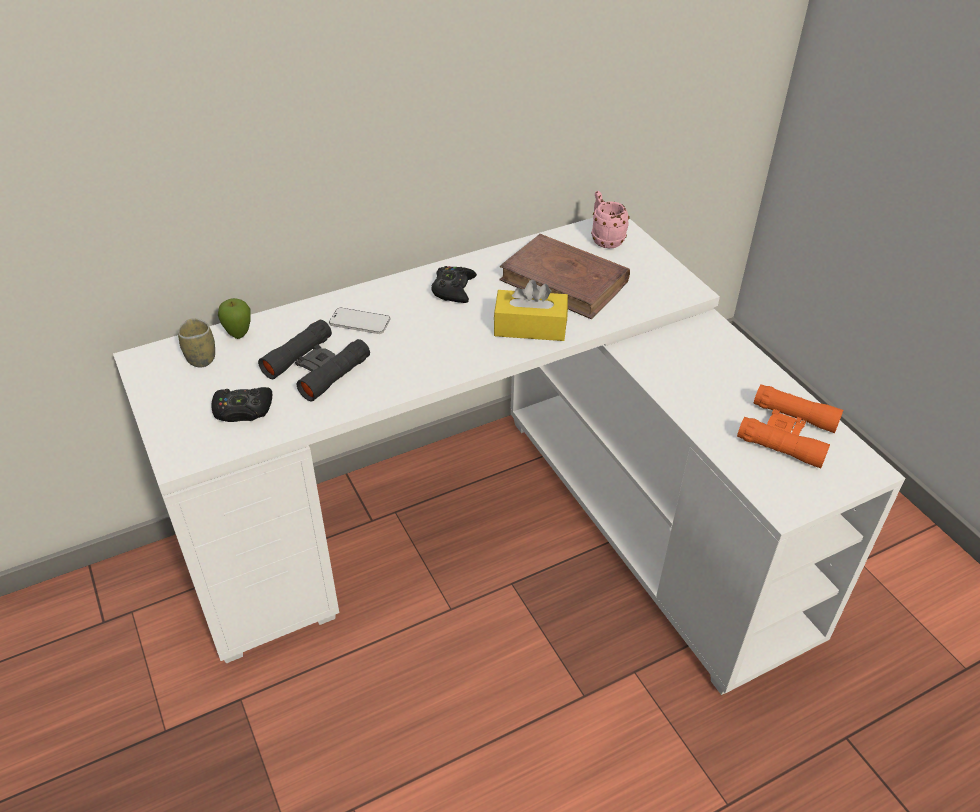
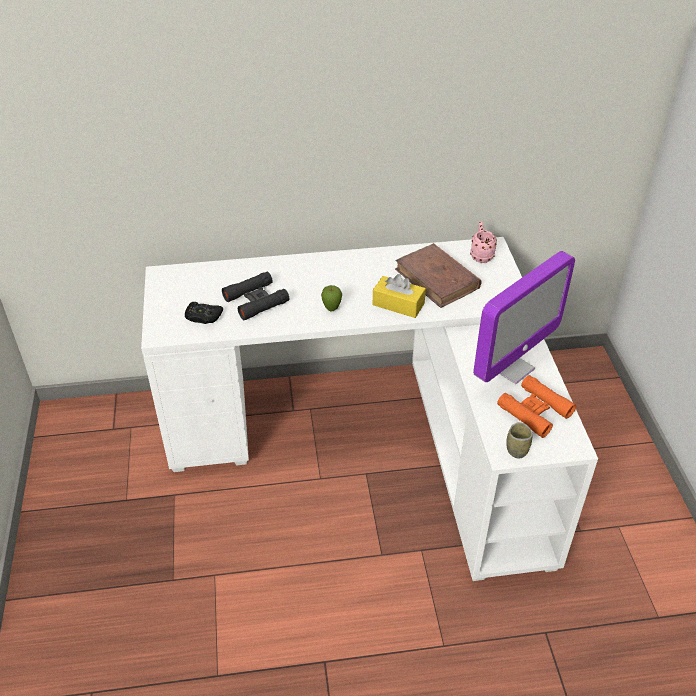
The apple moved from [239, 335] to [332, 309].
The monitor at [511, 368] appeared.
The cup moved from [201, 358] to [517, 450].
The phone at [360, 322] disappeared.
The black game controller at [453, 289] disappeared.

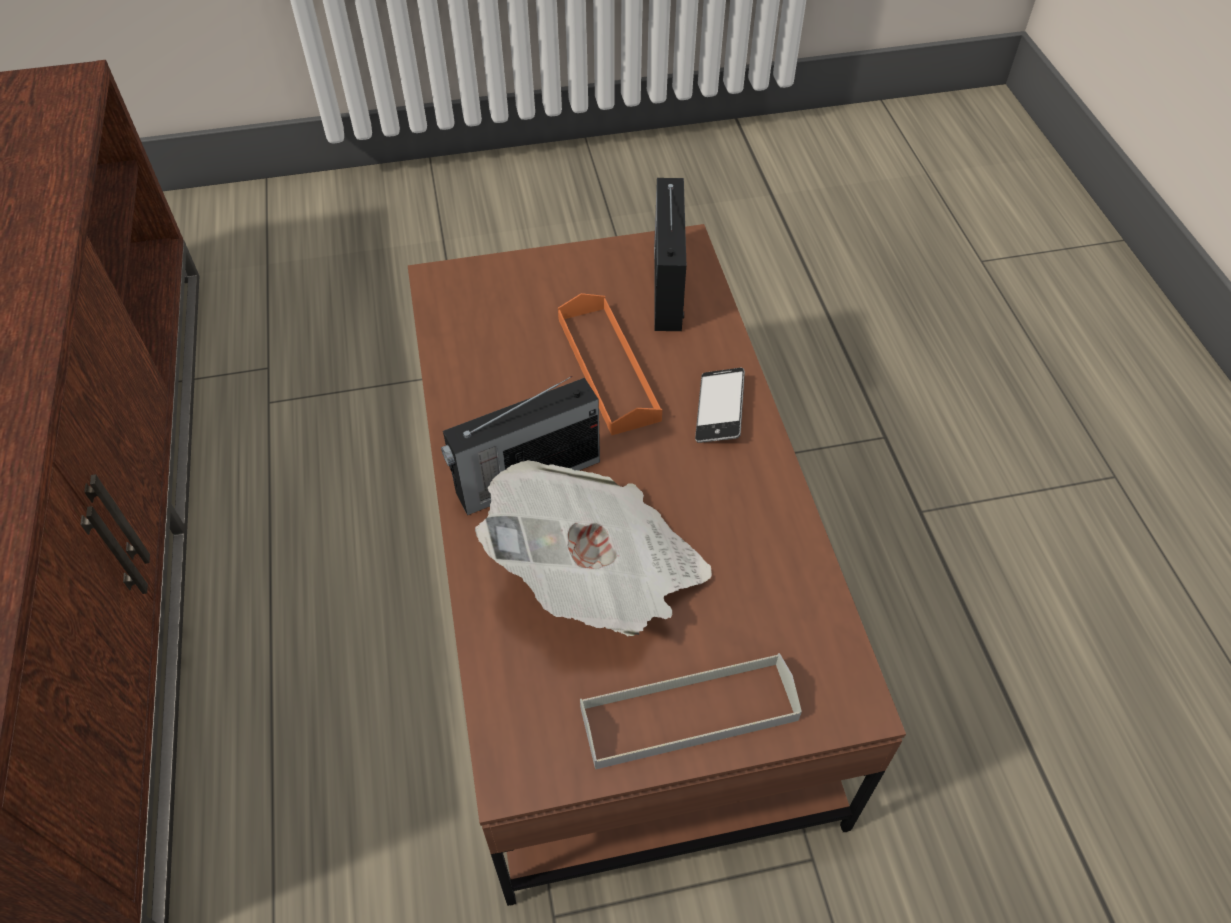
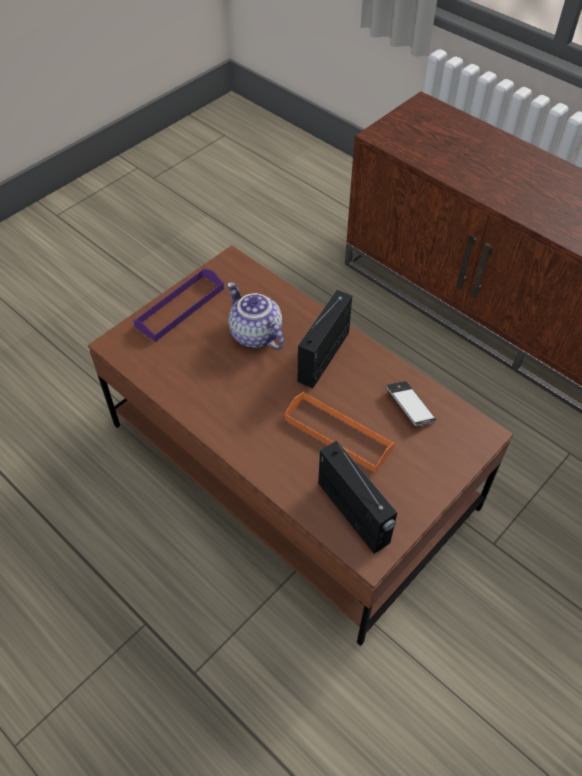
The grey tray at [689, 714] became the purple tray at [180, 307].
The newspaper at [600, 575] was replaced by the teapot at [254, 335].
The phone moved from [719, 410] to [409, 406].

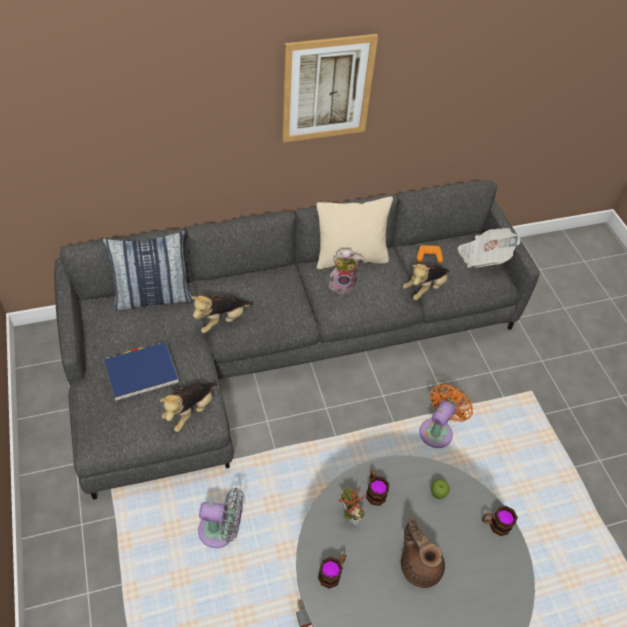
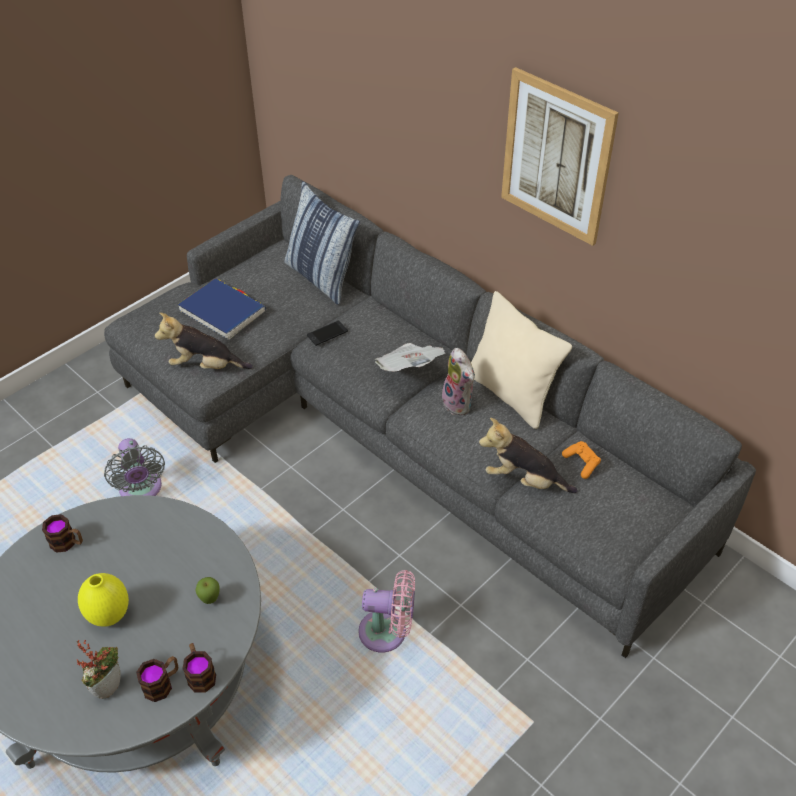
The potted plant moved from [348, 517] to [108, 685].
The brown teapot at [419, 565] was replaced by the yellow vase at [110, 616].
The mug moved from [374, 491] to [162, 684].
The plush toy at [222, 320] was replaced by the phone at [327, 333].
The orange fan at [437, 430] became the pink fan at [388, 632].
The newspaper moved from [483, 257] to [409, 370].

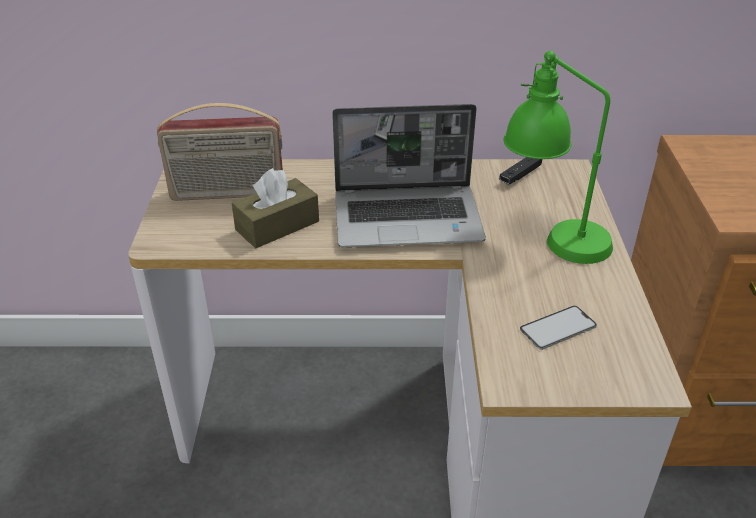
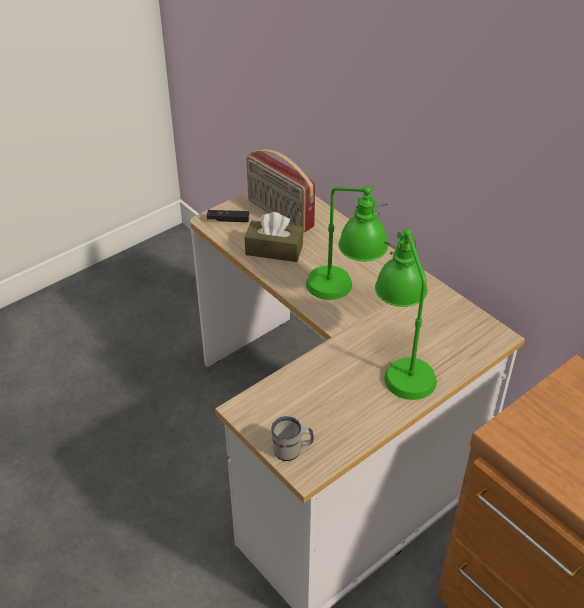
The black game controller moved from [520, 175] to [228, 220].
The white mug at [292, 450] appeared.
The laptop at [409, 218] was replaced by the green table lamp at [344, 294].
The phone at [558, 328] disappeared.

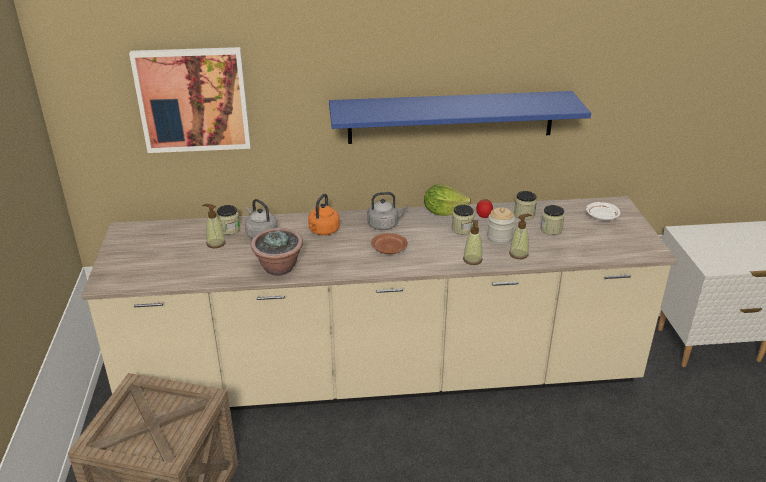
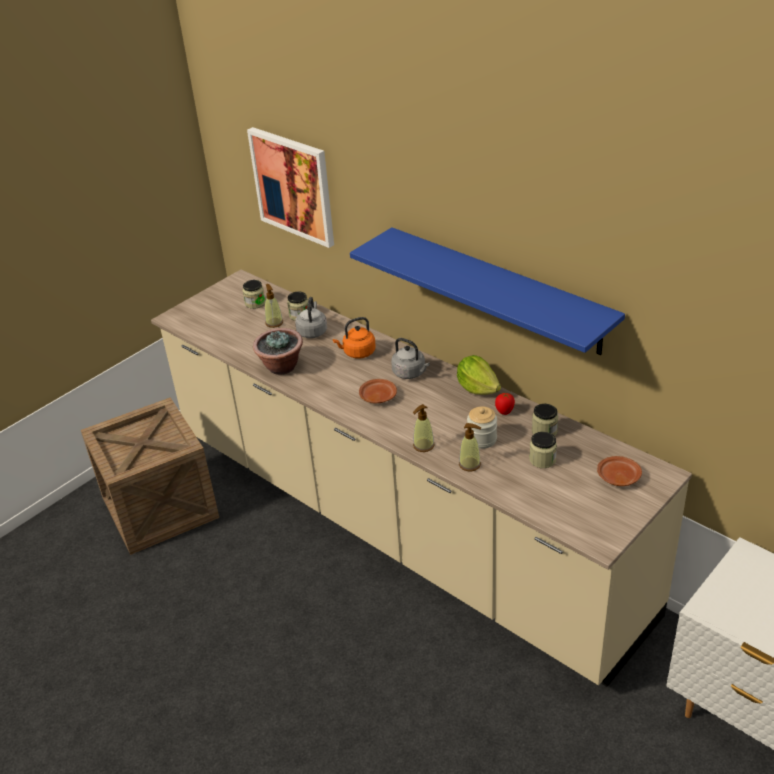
The jar moved from [462, 229] to [255, 303].
The white plate at [601, 216] became the brown plate at [618, 477].

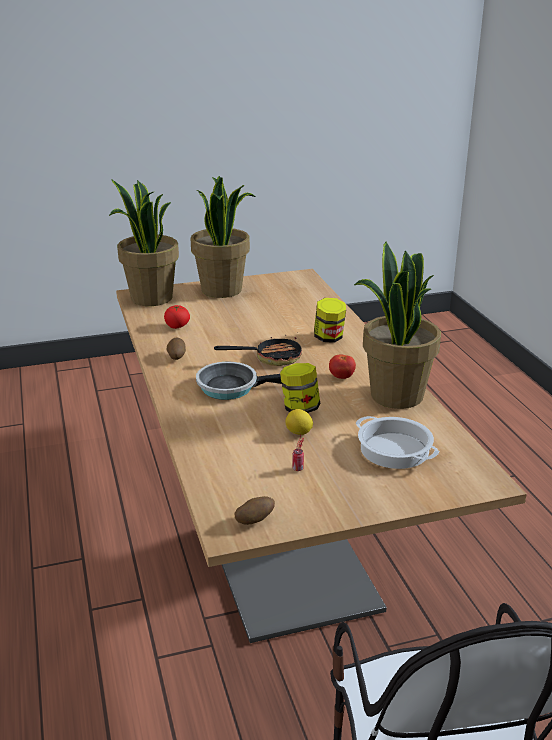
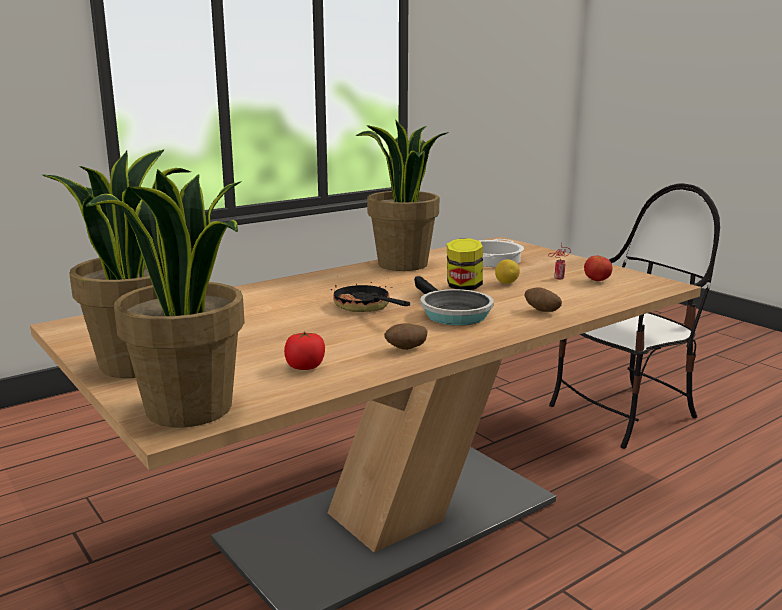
The potato moved from [254, 520] to [541, 311].
The tomato moved from [341, 377] to [597, 280].
The jar at [329, 338] disappeared.

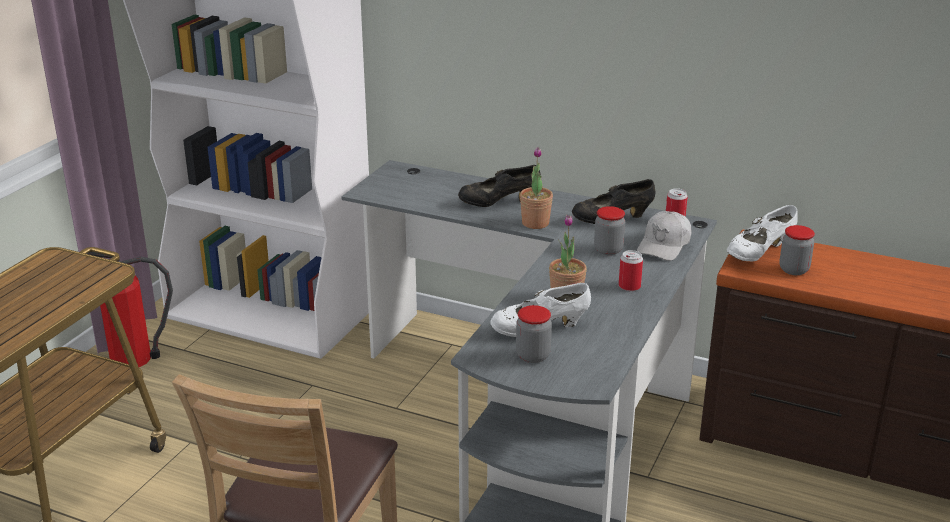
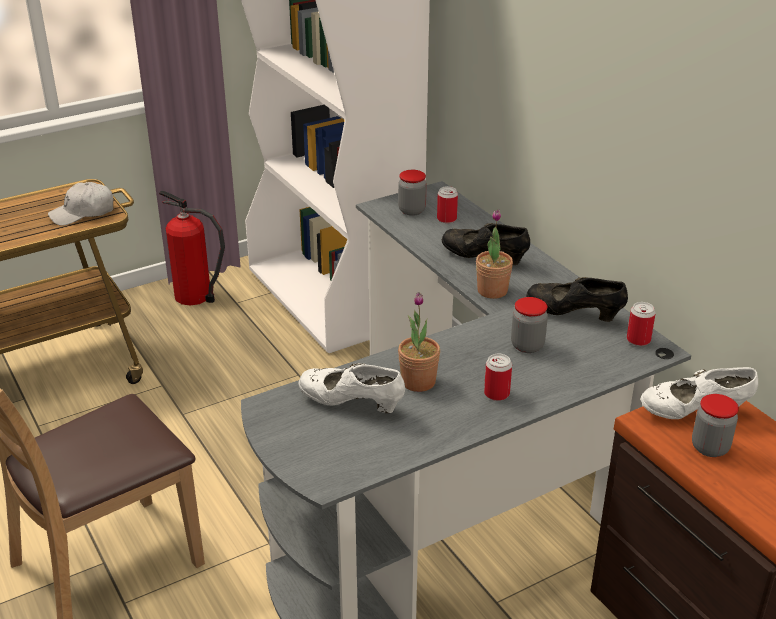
The white cap moved from [664, 245] to [83, 213].
The jar moved from [533, 356] to [412, 210].
The can at [446, 219] appeared.

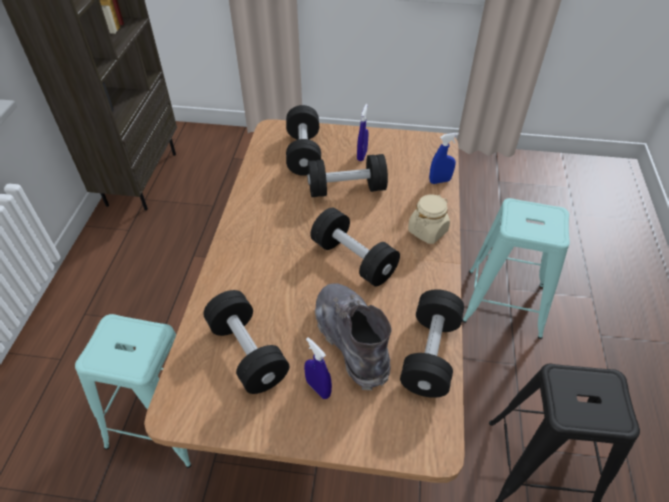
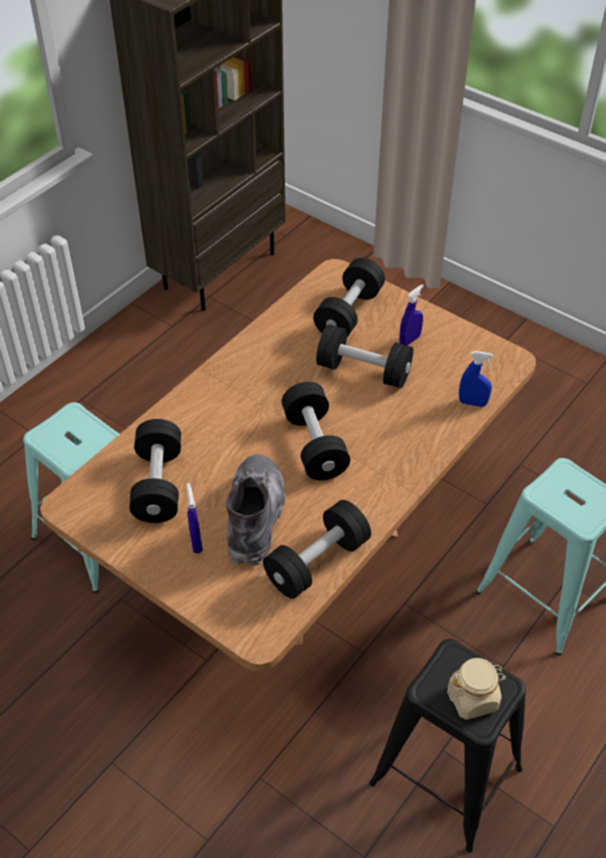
The beige jar moved from [427, 231] to [473, 698].

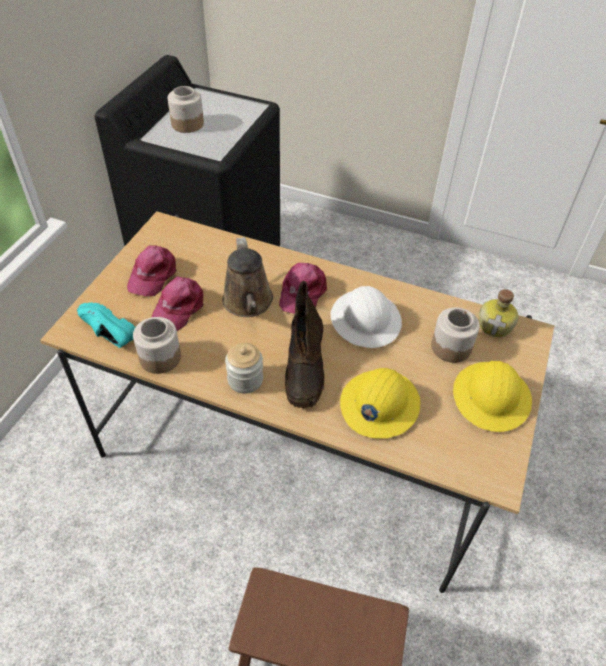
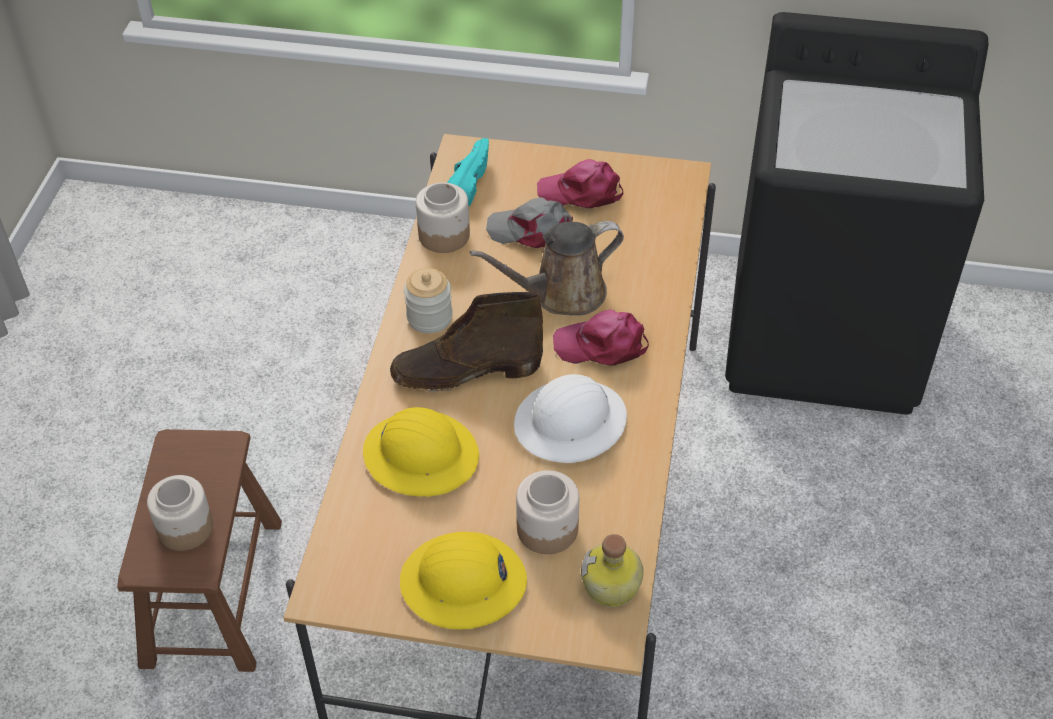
The jar moved from [187, 124] to [184, 528].
The pink cap at [179, 307] became the grey cap at [532, 230].

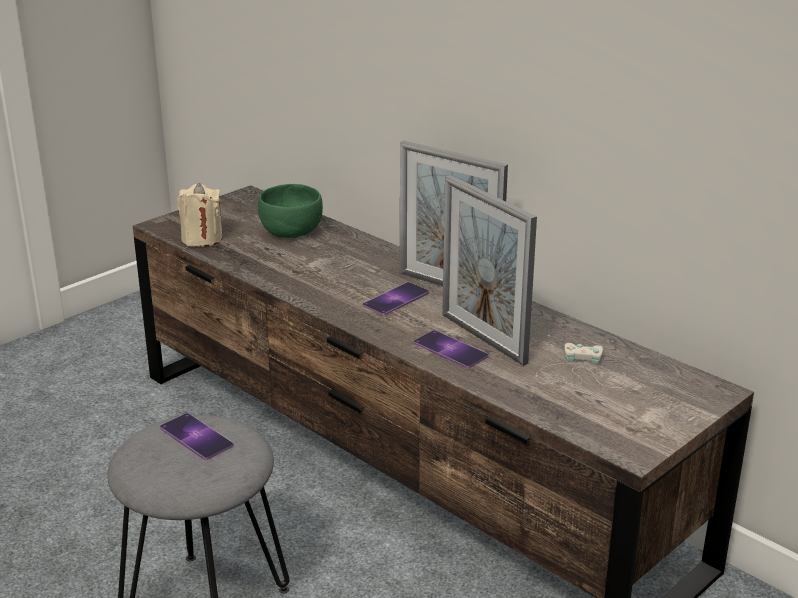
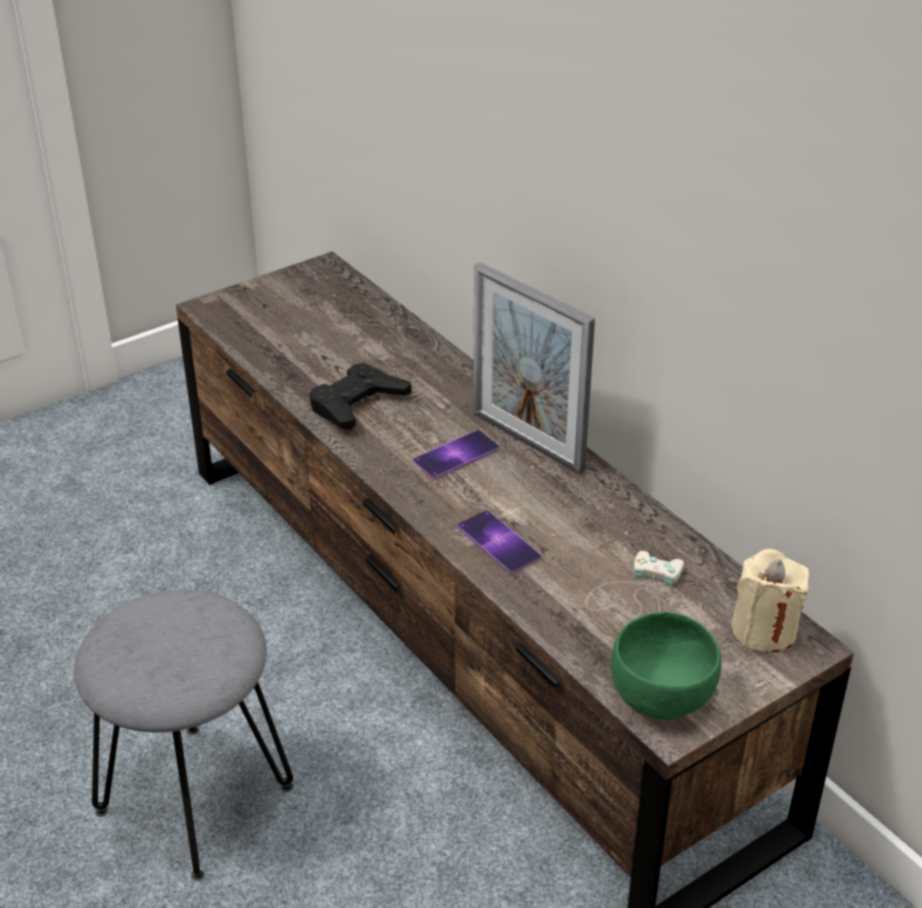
The black game controller at [357, 404] appeared.
The green bowl moved from [291, 231] to [662, 694].
The beige candle moved from [202, 239] to [764, 630].
The phone at [196, 437] disappeared.
The picture frame at [483, 338] disappeared.

